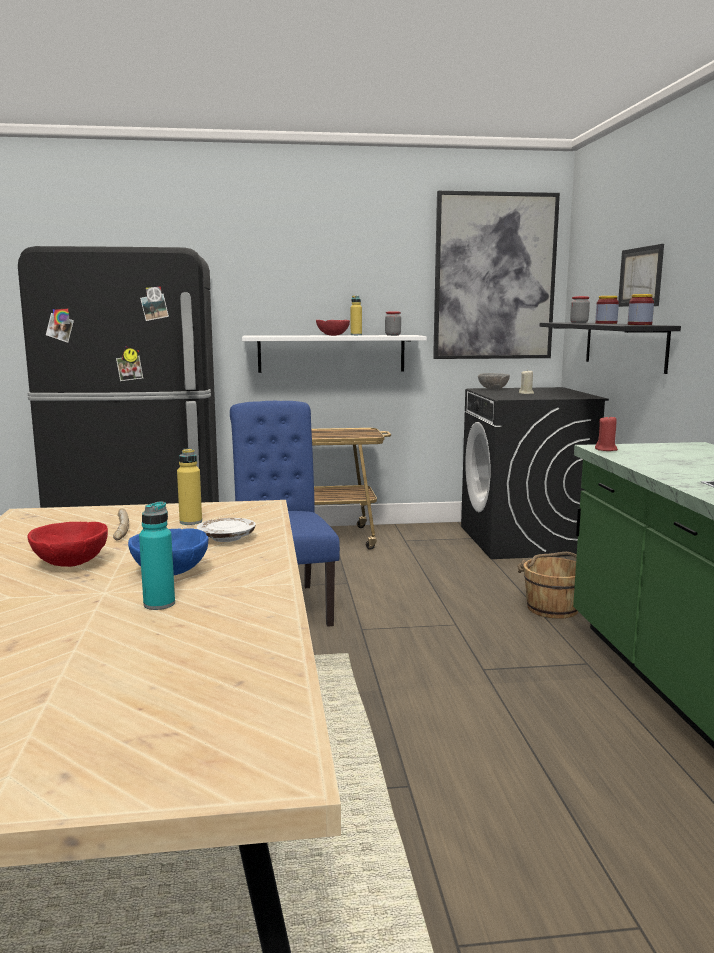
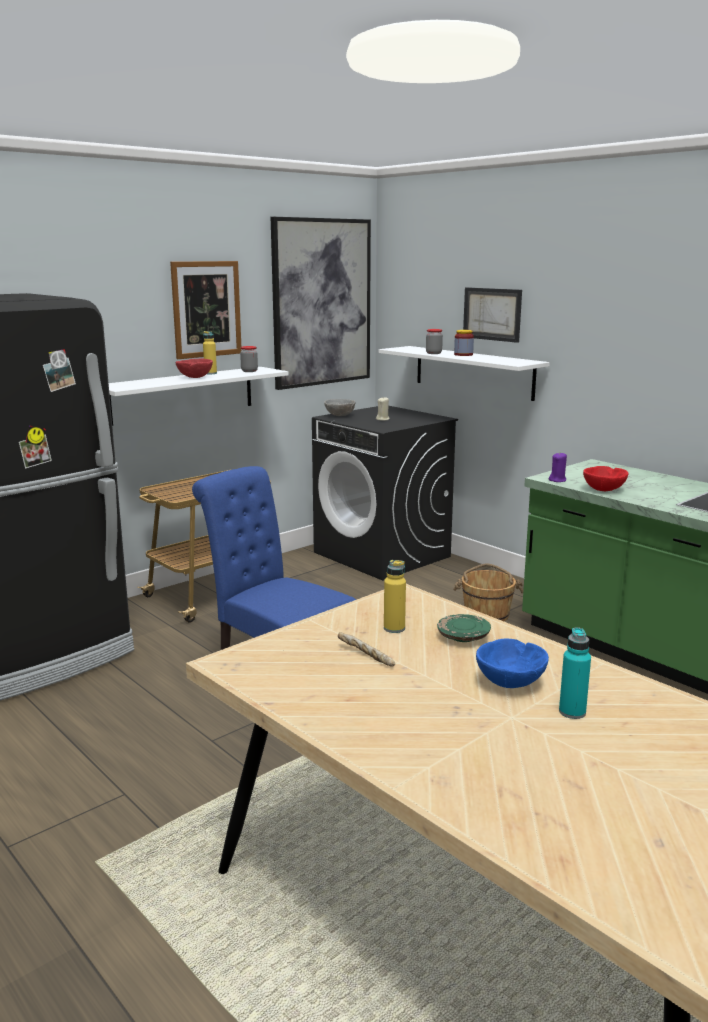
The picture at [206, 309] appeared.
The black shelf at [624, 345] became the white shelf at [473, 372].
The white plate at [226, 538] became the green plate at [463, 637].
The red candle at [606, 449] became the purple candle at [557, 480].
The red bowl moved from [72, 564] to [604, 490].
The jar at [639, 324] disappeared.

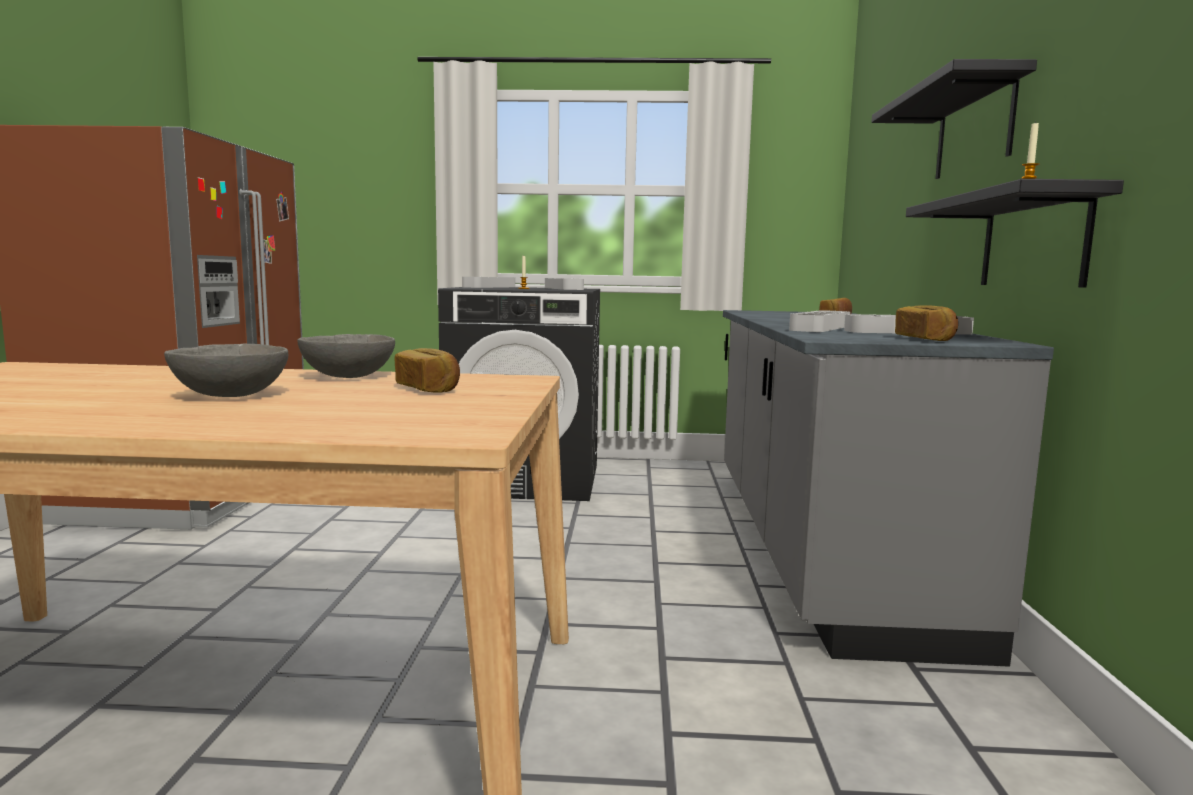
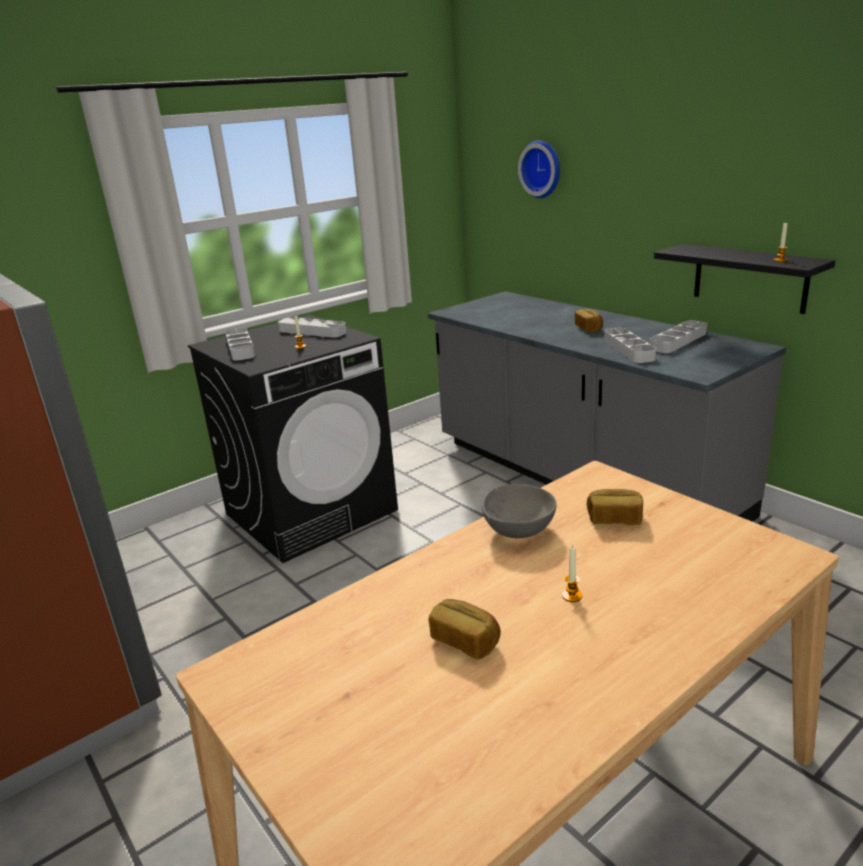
The bread moved from [925, 339] to [465, 640].
The wall clock at [542, 169] appeared.
The grey bowl at [230, 396] was replaced by the candle at [572, 596].
The black shelf at [974, 130] disappeared.

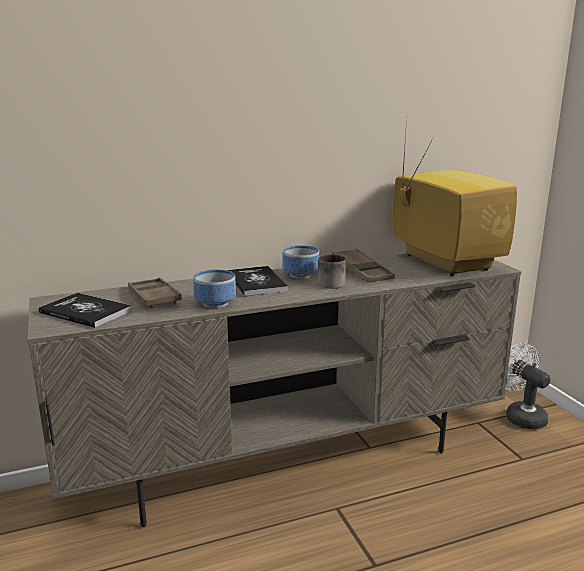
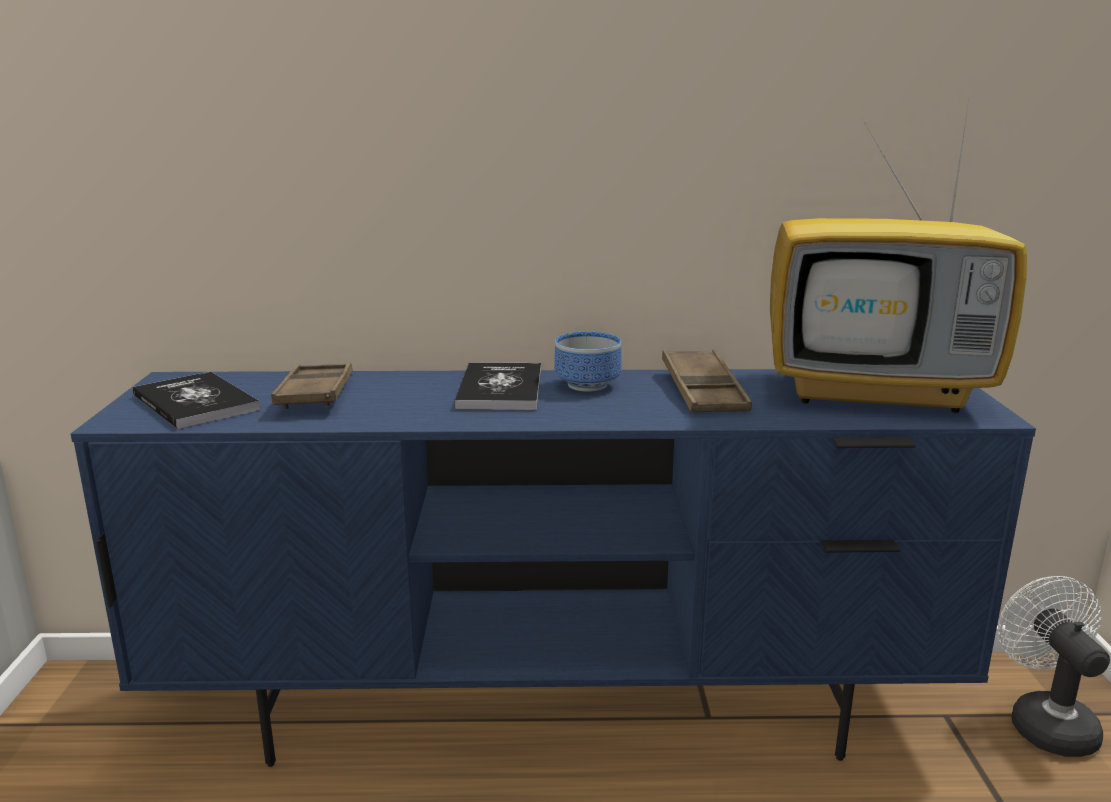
The beige tv stand at [292, 462] became the blue tv stand at [559, 712].
The television at [442, 262] turned 105 degrees clockwise.
The bowl at [217, 303] disappeared.
The mug at [331, 282] disappeared.

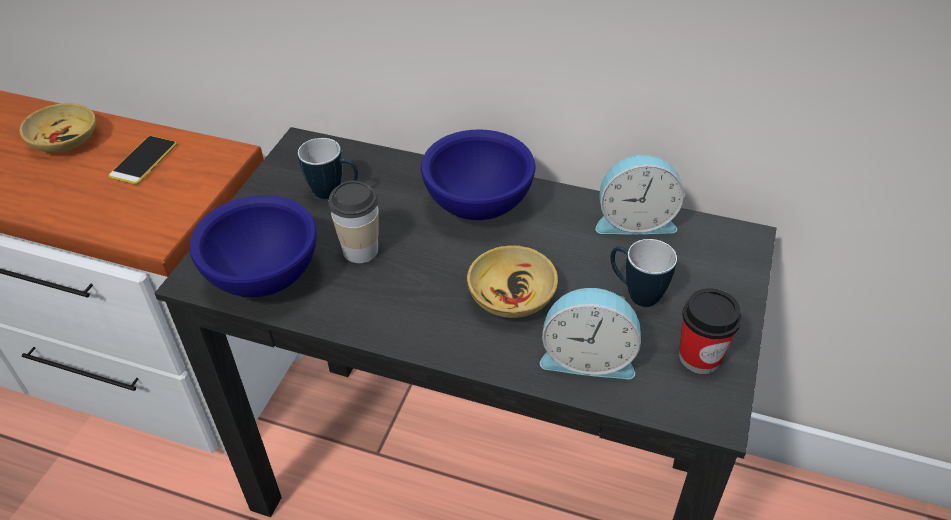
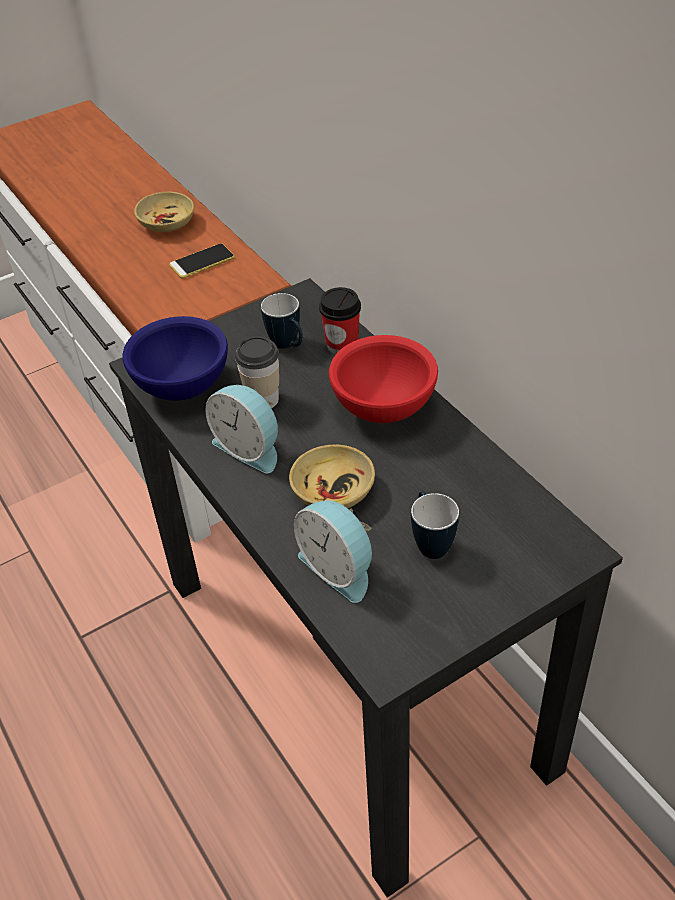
The alarm clock moved from [634, 220] to [250, 448].
The cup moved from [699, 357] to [342, 344].
The blue bowl at [479, 206] became the red bowl at [383, 409].

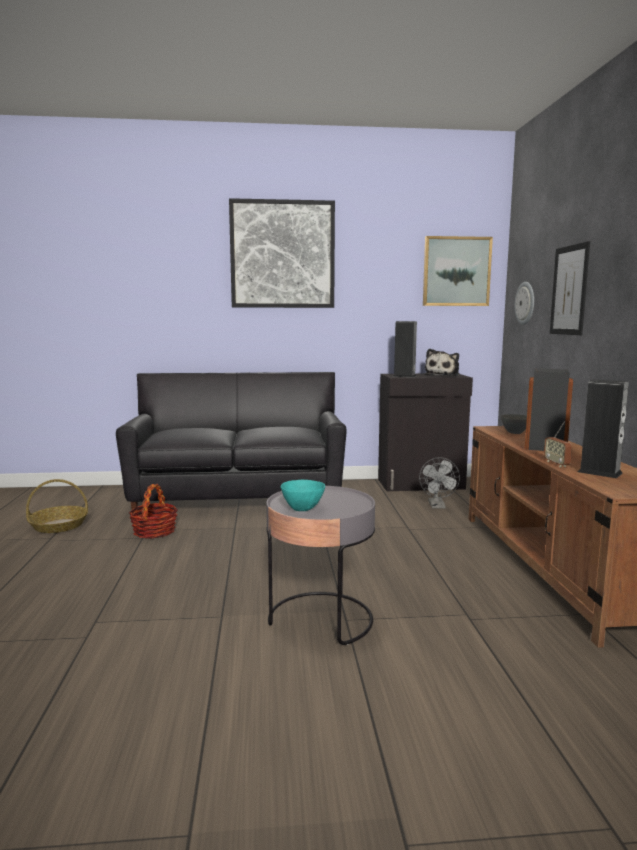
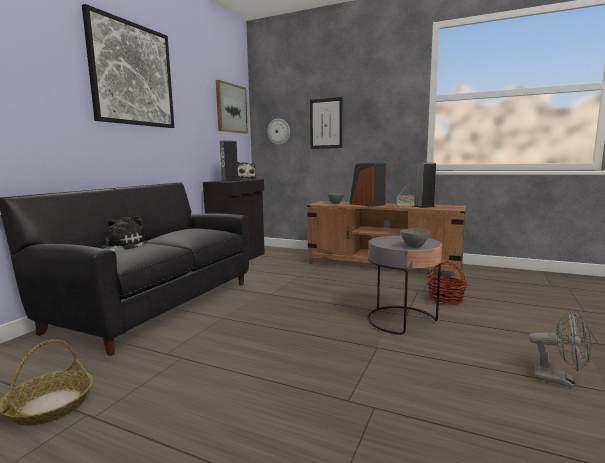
The plush toy at [122, 246] appeared.
The turquoise bowl at [303, 509] became the grey bowl at [414, 246].
The basket moved from [154, 531] to [445, 299].
The grey fan moved from [437, 506] to [560, 380].

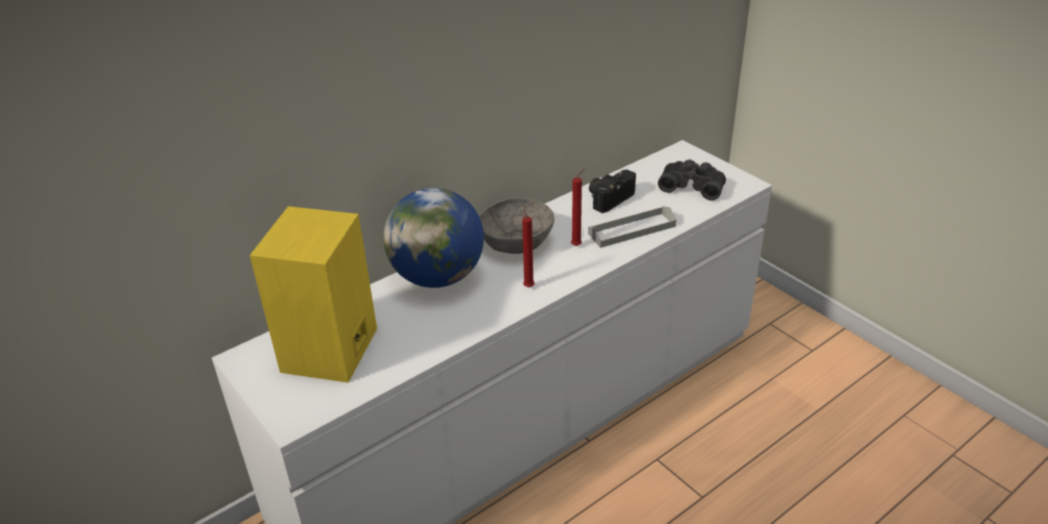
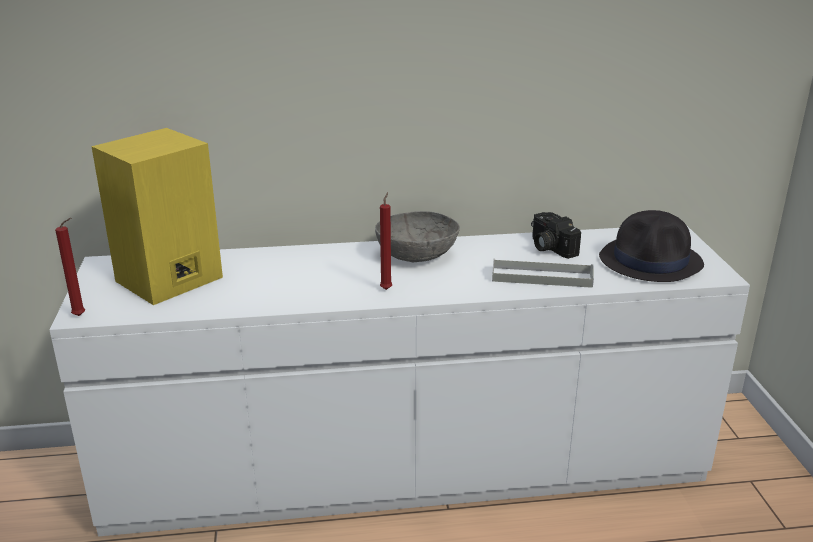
The red candle moved from [577, 245] to [81, 316].
The photo camera at [609, 198] turned 105 degrees counterclockwise.
The black binoculars at [692, 186] was replaced by the black hat at [651, 261].
The globe at [438, 277] disappeared.

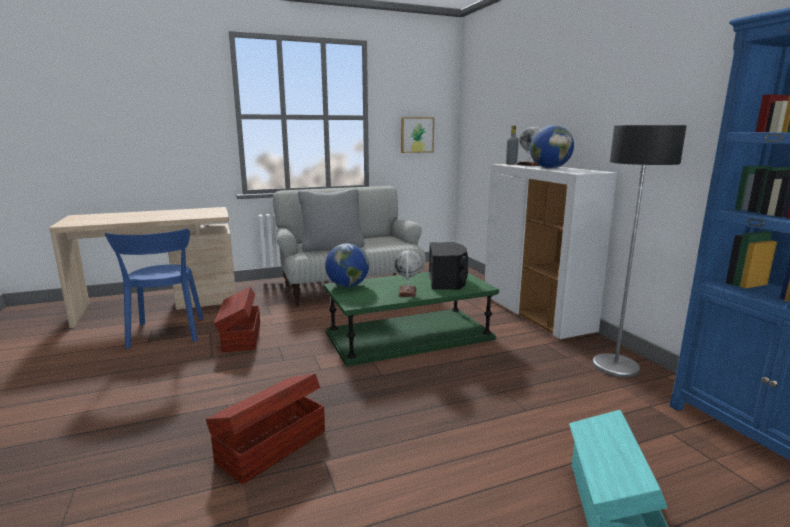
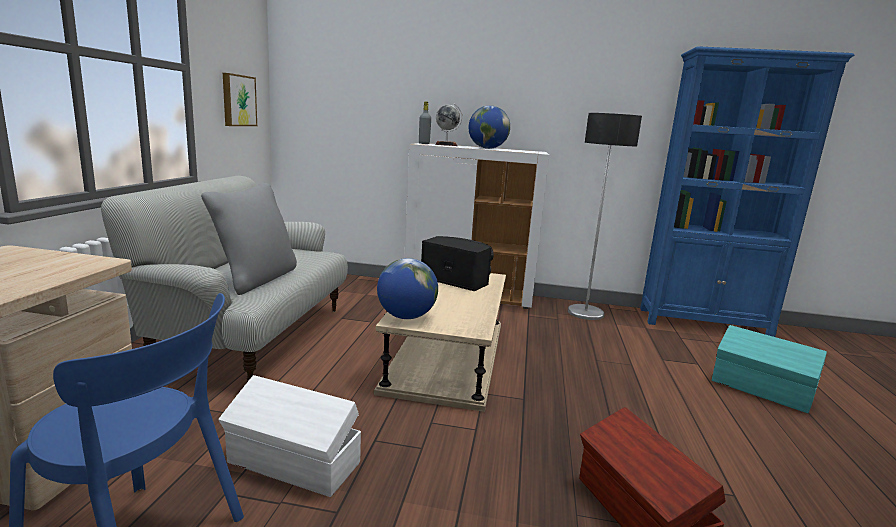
The brown storage box at [241, 337] became the white storage box at [294, 464].
The green coffee table at [410, 335] became the beige coffee table at [447, 355].
The globe at [407, 292] disappeared.

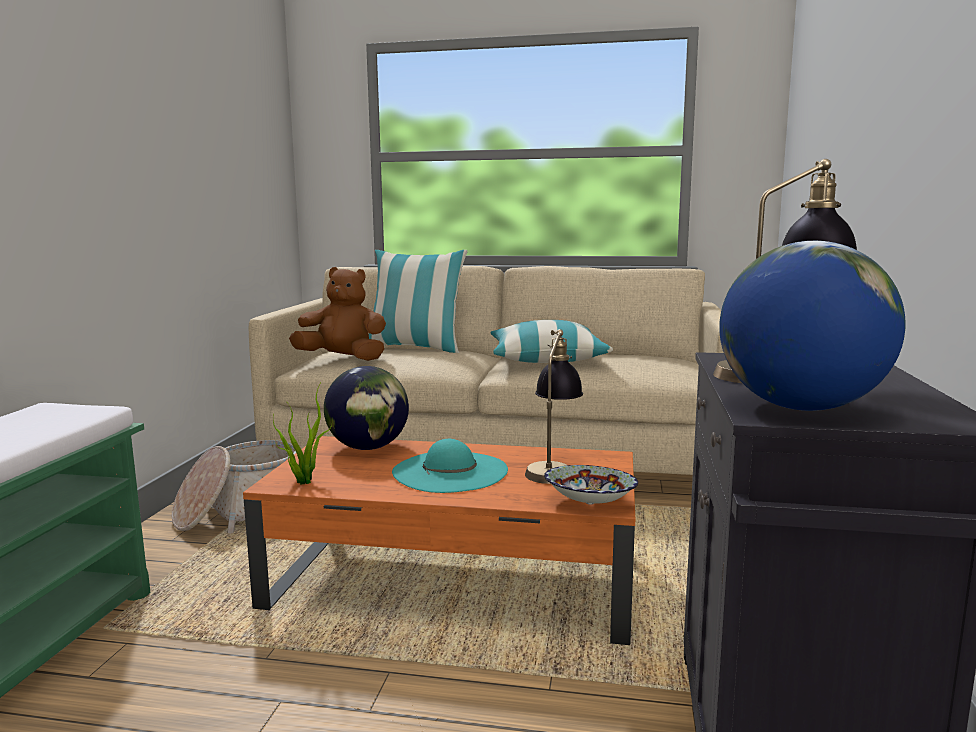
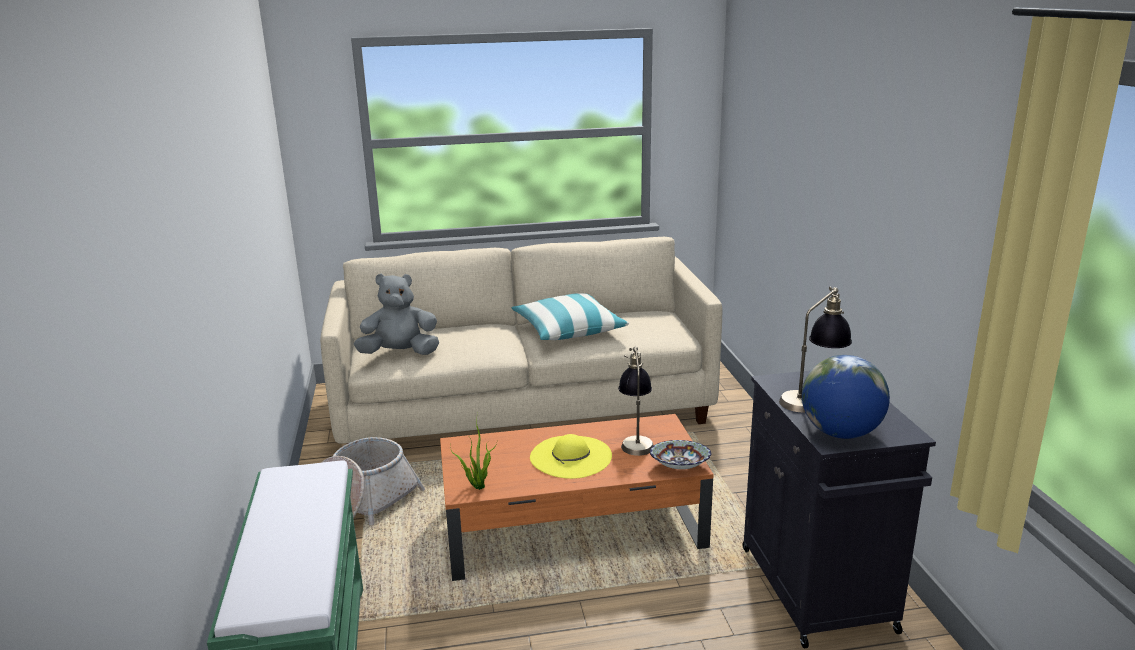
The brown plush toy at [343, 359] became the grey plush toy at [400, 353].
The turquoise hat at [450, 471] became the yellow hat at [571, 456].
The globe at [368, 448] disappeared.
The pillow at [416, 348] disappeared.

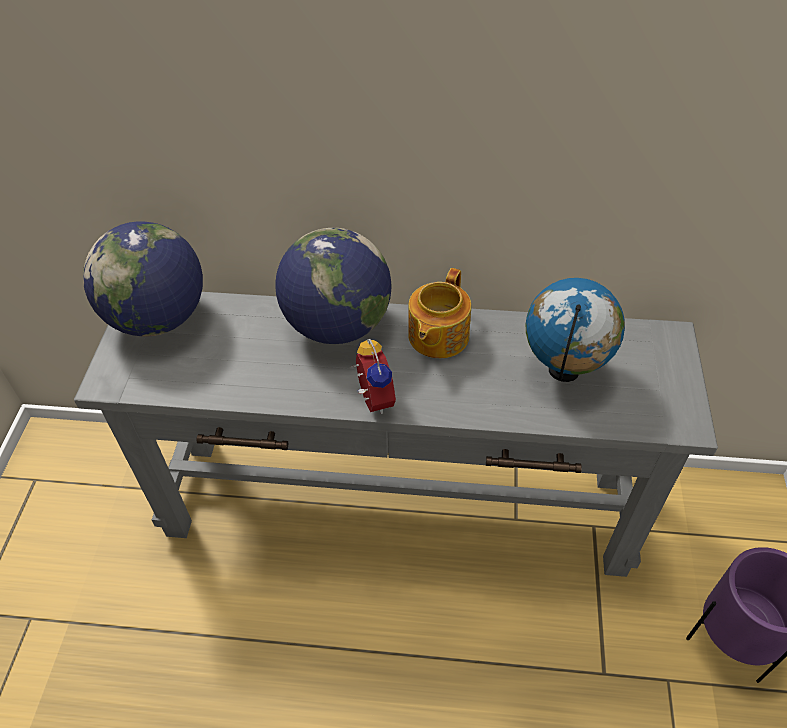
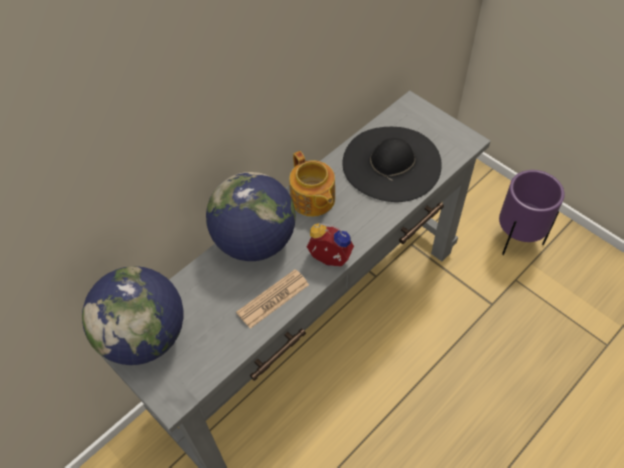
The newspaper at [273, 299] appeared.
The globe at [564, 372] was replaced by the black hat at [391, 163].

